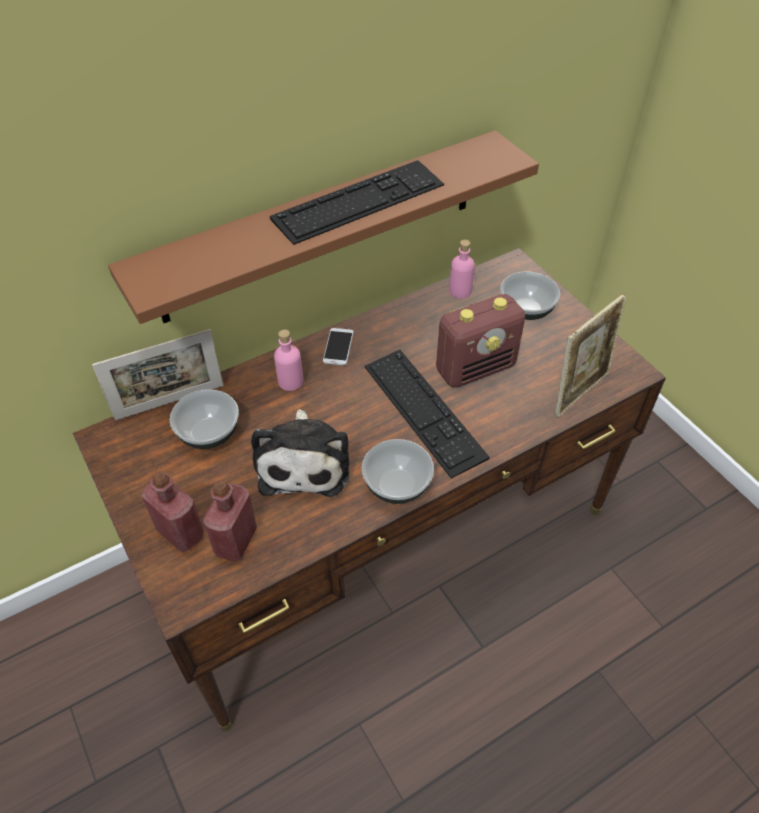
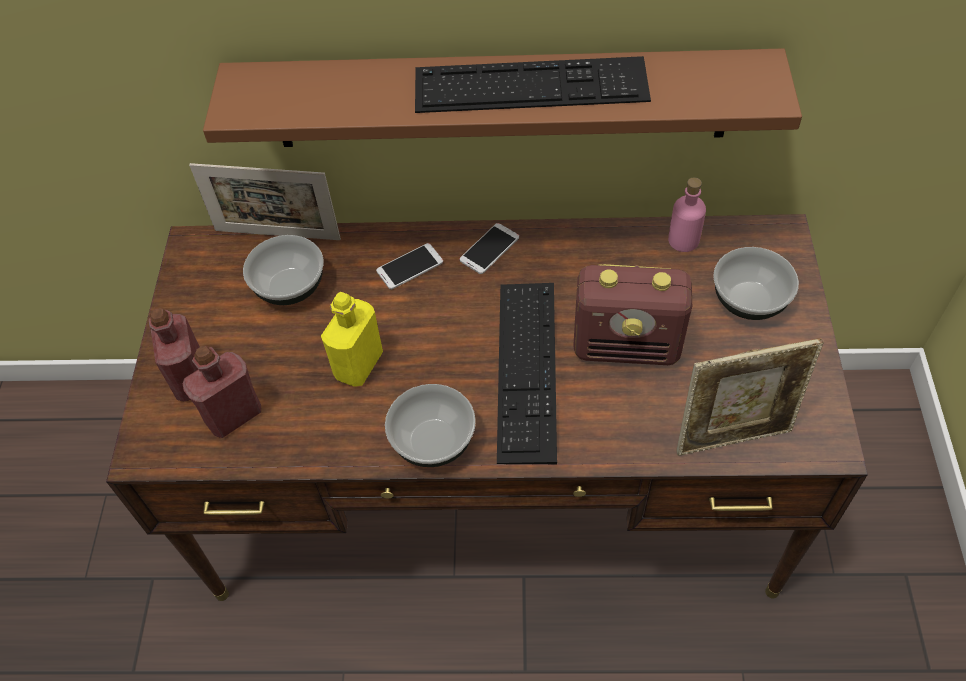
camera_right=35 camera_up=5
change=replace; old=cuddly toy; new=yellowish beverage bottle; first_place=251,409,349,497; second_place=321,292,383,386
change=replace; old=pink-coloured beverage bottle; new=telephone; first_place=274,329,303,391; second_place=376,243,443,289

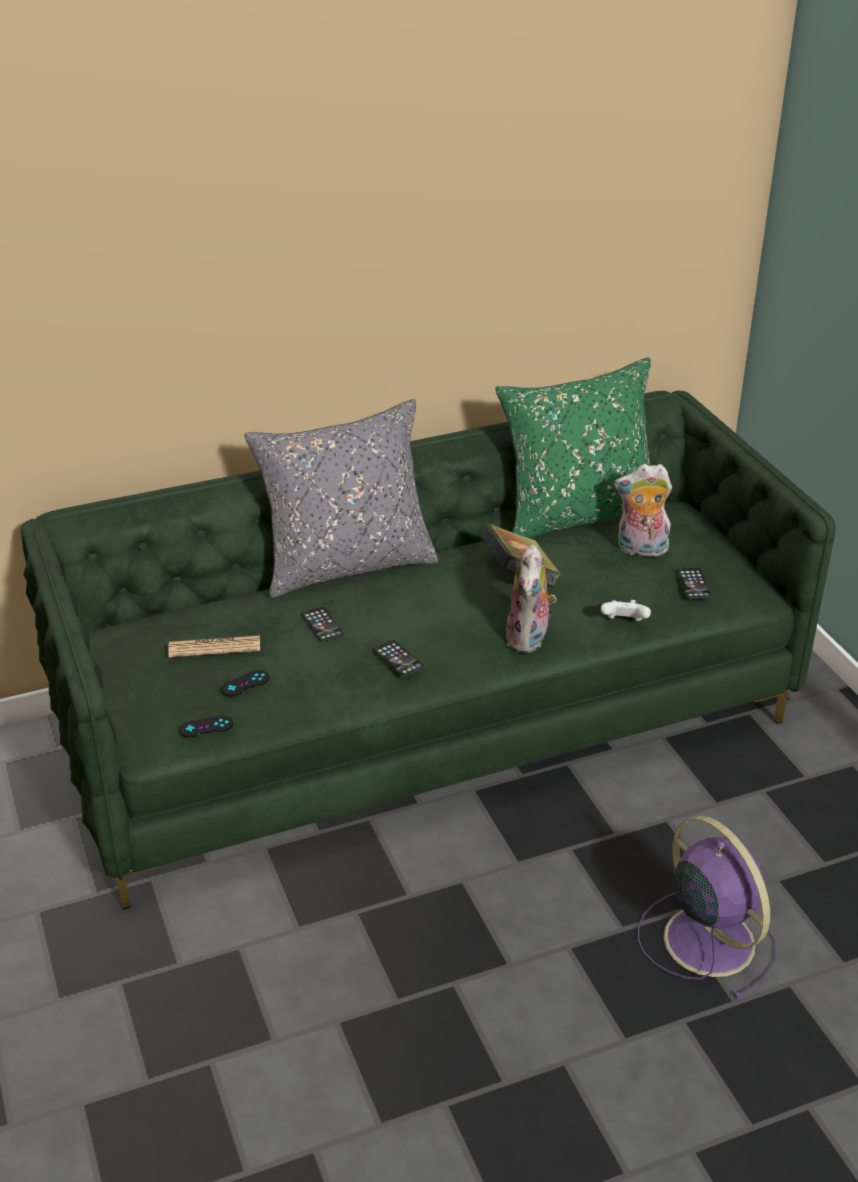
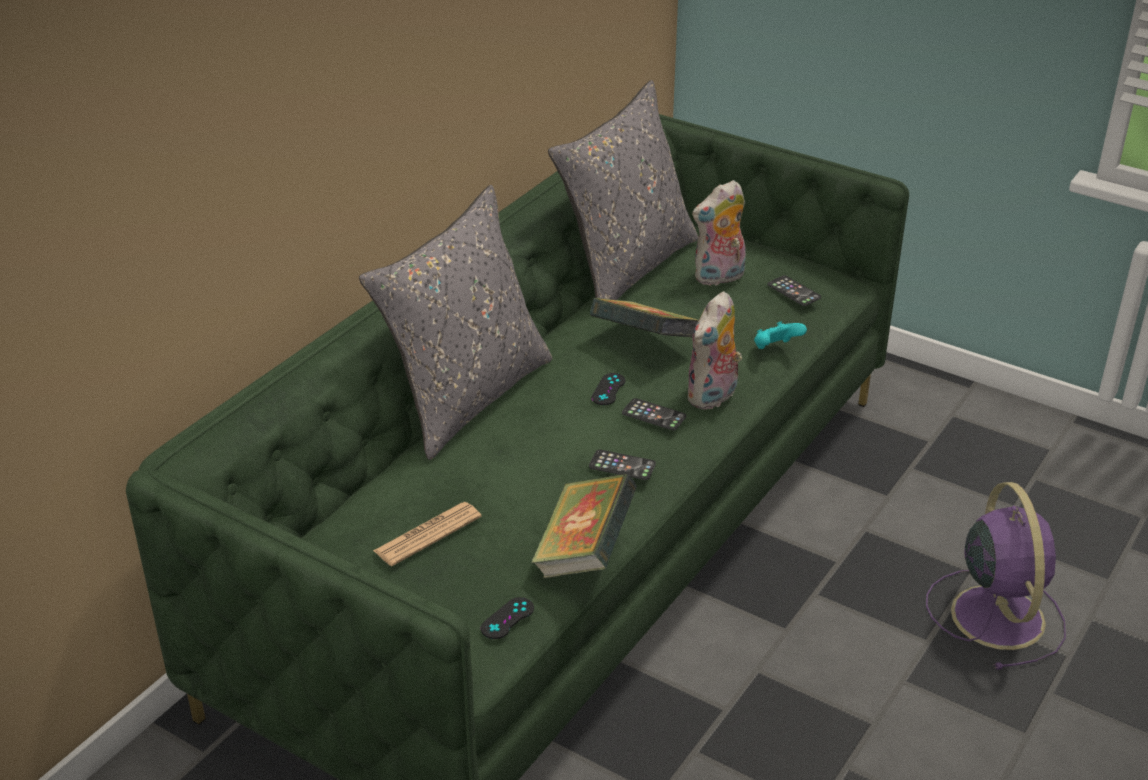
camera_right=-35 camera_up=0
change=insert; new=bound book; second_place=531,473,637,578
change=recolor; old=greenish throw pillow; new=greyish throw pillow; first_place=495,357,651,538; second_place=548,80,698,300
change=move; old=black game controller; first_place=221,670,270,696; second_place=592,373,625,405
change=move; old=telephone; first_place=301,607,344,642; second_place=622,398,686,430
change=rotate; old=cuddly toy; first_place=506,545,557,653; second_place=687,291,742,410; degrees=60
change=recolor; old=whitish game controller; new=blue-green game controller; first_place=601,600,651,621; second_place=754,322,807,349
change=rotate; old=purplish electric fan; first_place=638,815,776,999; second_place=926,482,1066,670; degrees=60

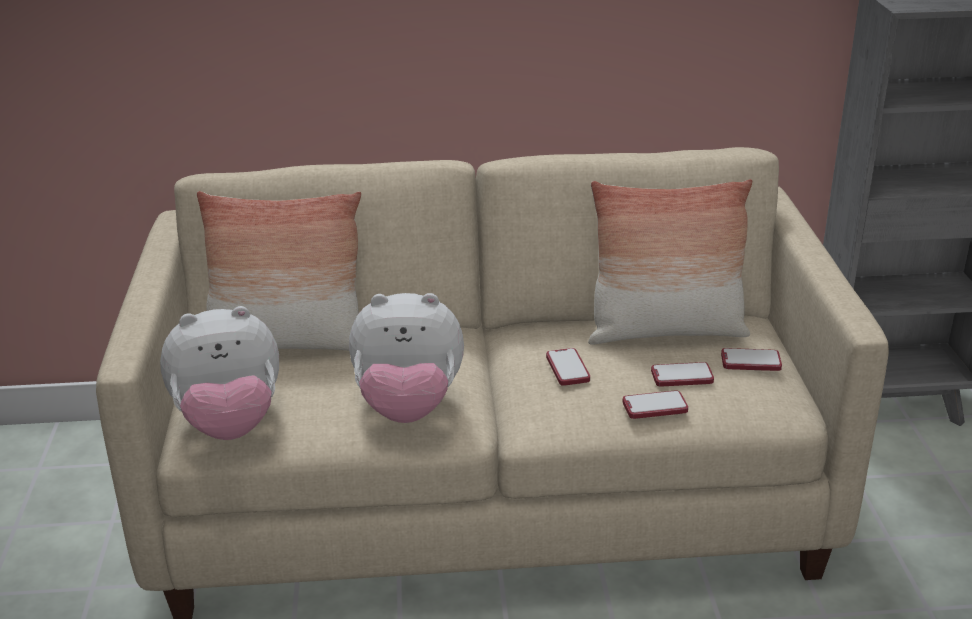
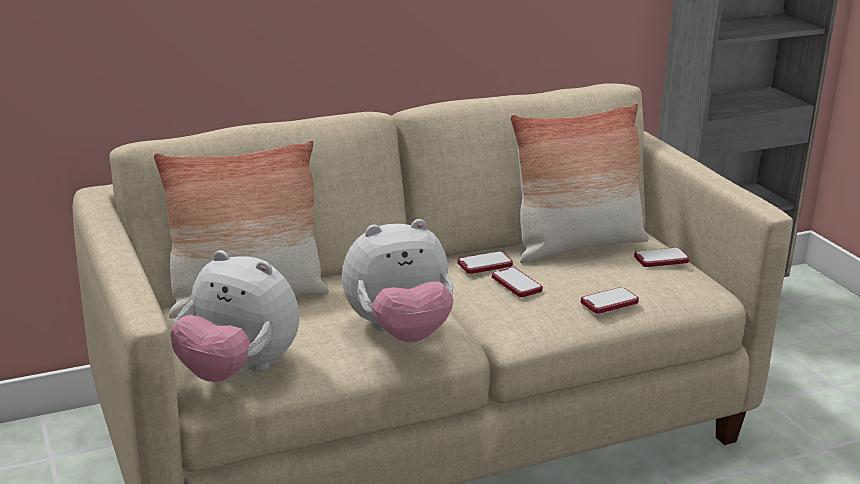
camera_right=-20 camera_up=-5
change=rotate; old=cuddly toy; first_place=160,306,279,440; second_place=170,250,299,382; degrees=60
change=move; old=telephone; first_place=651,362,714,386; second_place=458,251,513,274

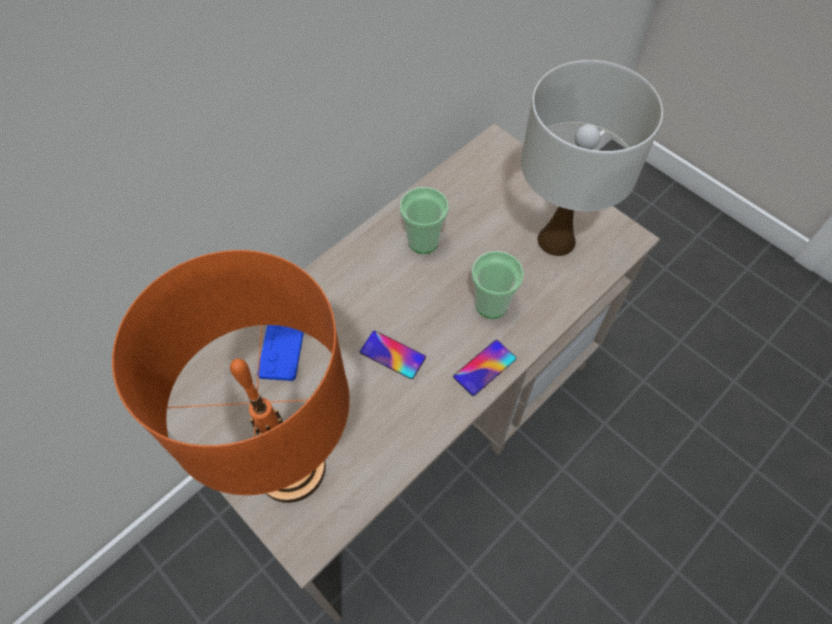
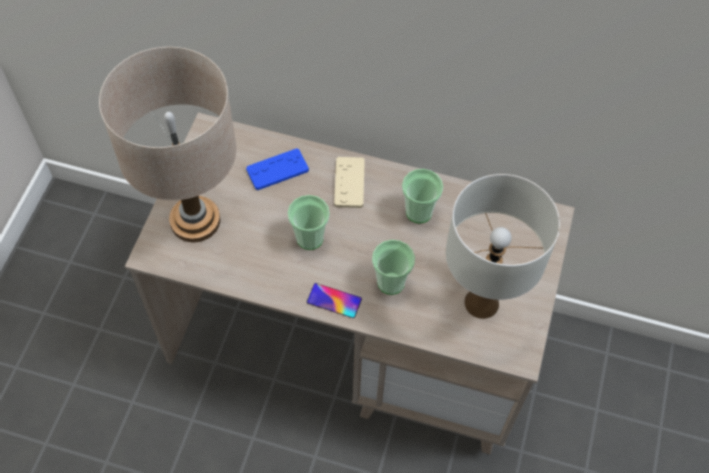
camera_right=60 camera_up=0
change=recolor; old=orange-coloured tabletop lamp; new=sand-coloured tabletop lamp; first_place=112,250,350,503; second_place=99,47,237,242
change=replace; old=telephone; new=cup; first_place=360,331,426,379; second_place=288,195,330,250
change=insert; new=sand-coloured game controller; second_place=334,157,365,208

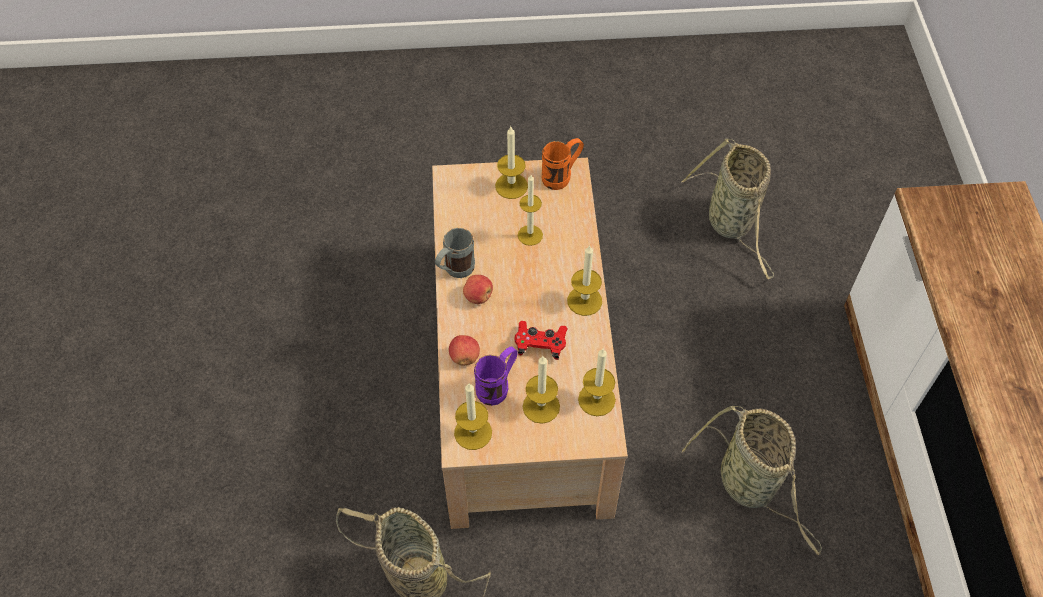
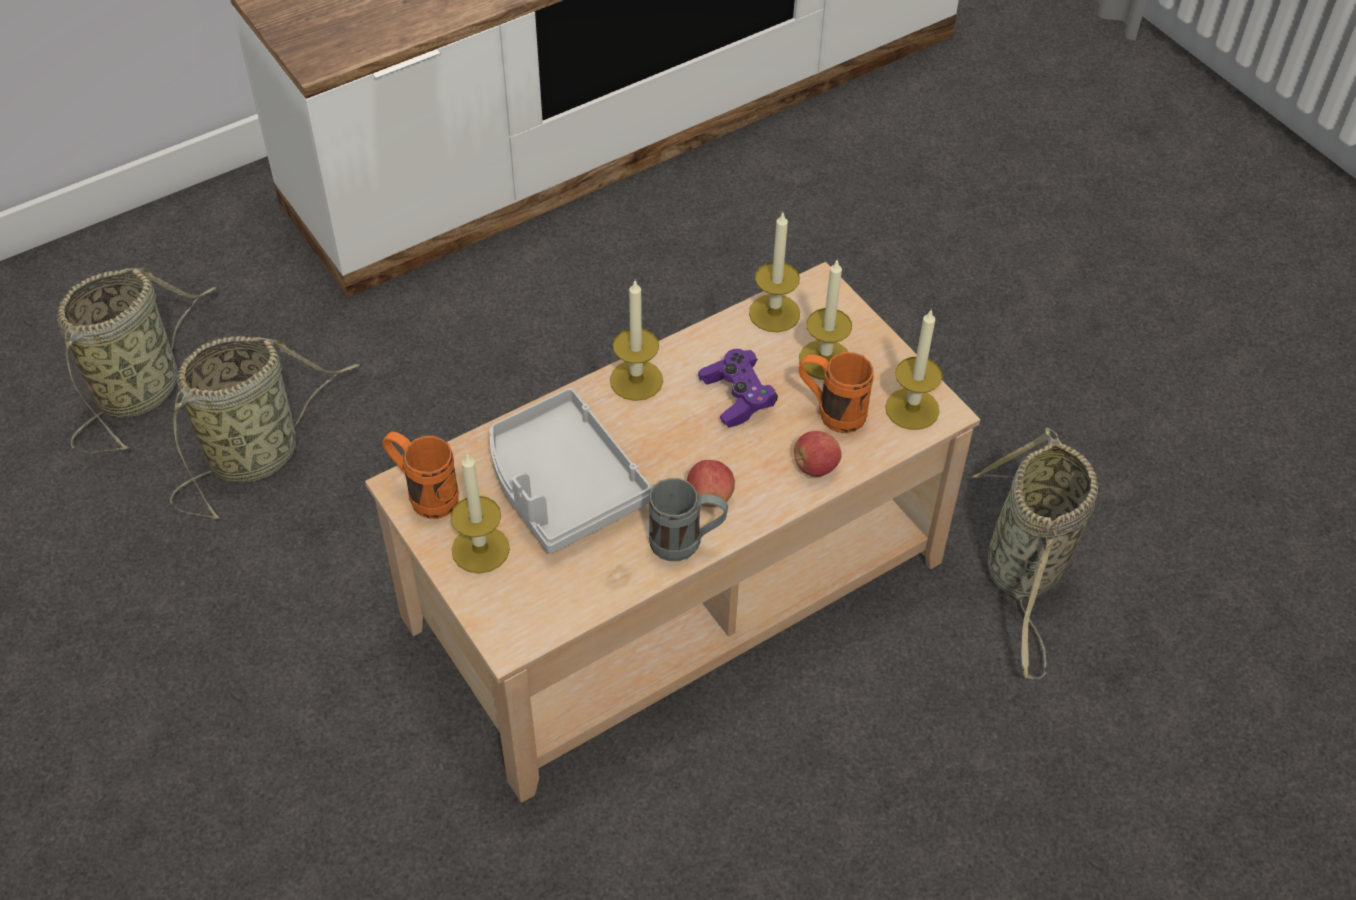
camera_right=-120 camera_up=-5
change=move; old=household basket; first_place=682,406,822,555; second_place=57,268,217,453
change=replace; old=wax candle; new=greyish tray; first_place=518,175,543,246; second_place=490,388,652,553
change=recolor; old=red-coloured game controller; new=purplish game controller; first_place=514,321,568,360; second_place=698,349,778,428
change=recolor; old=purplish tea mug; new=orange-coloured tea mug; first_place=474,347,518,406; second_place=799,352,873,433

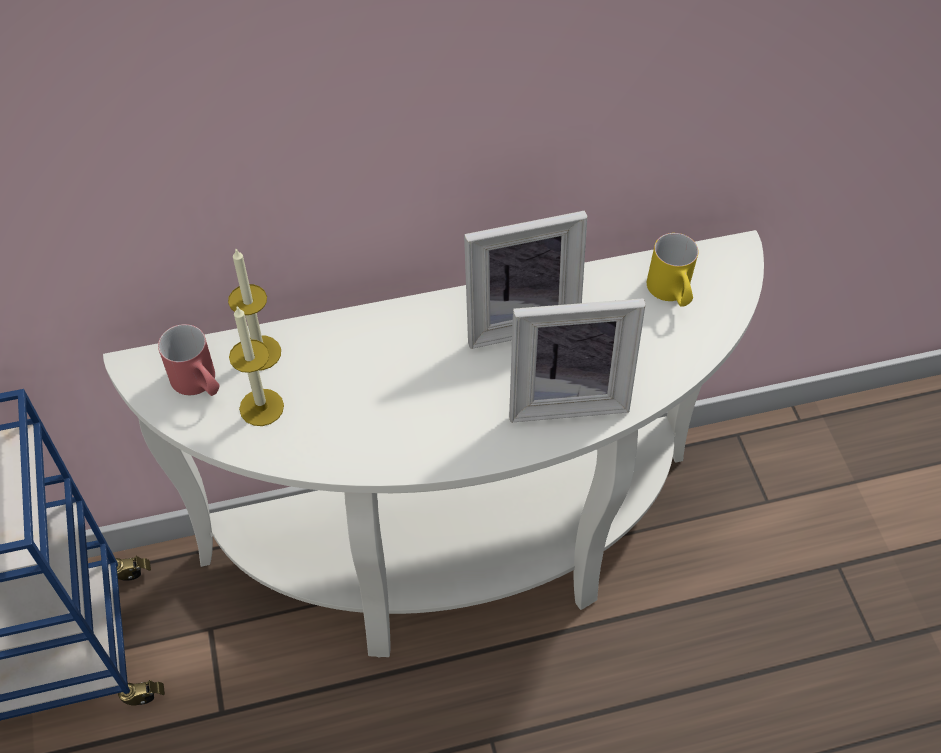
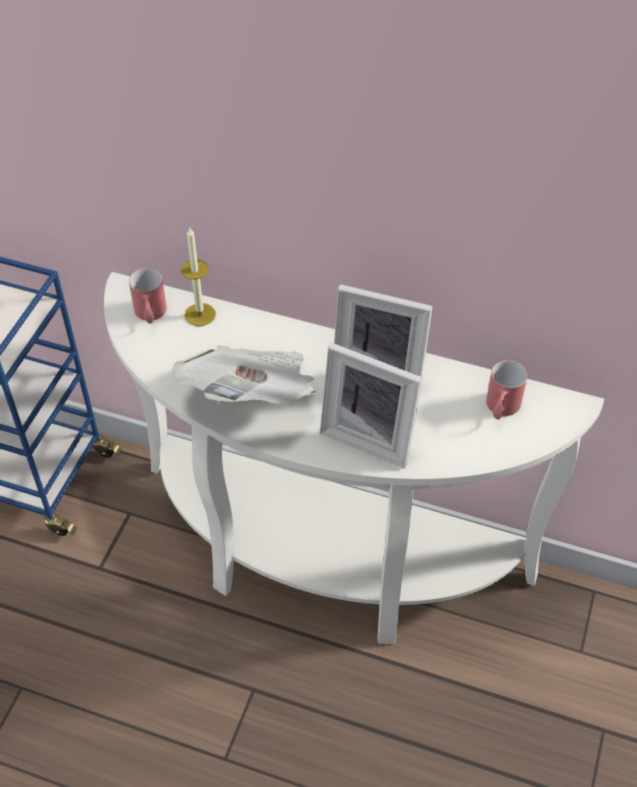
camera_right=35 camera_up=-5
change=insert; new=newspaper; second_place=172,345,316,404
change=recolor; old=yellowish tea mug; new=red-coloured tea mug; first_place=647,233,698,307; second_place=486,360,528,419
change=delete; old=wax candle; first_place=229,306,284,426

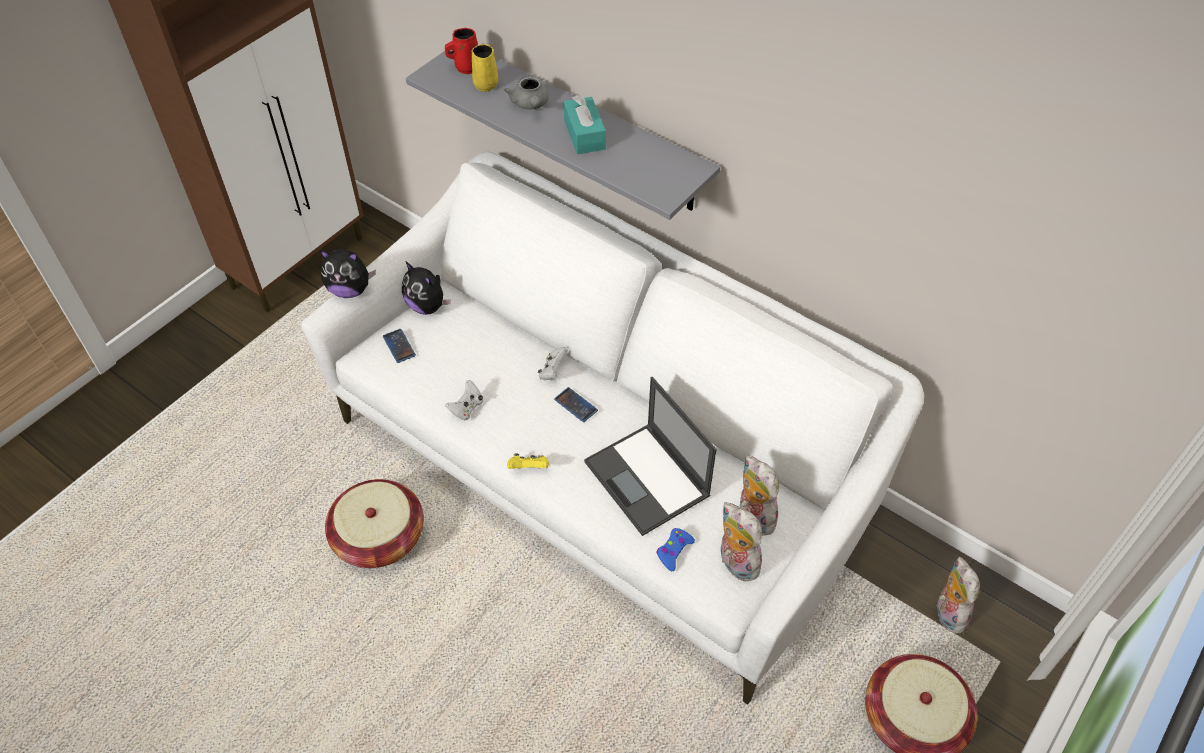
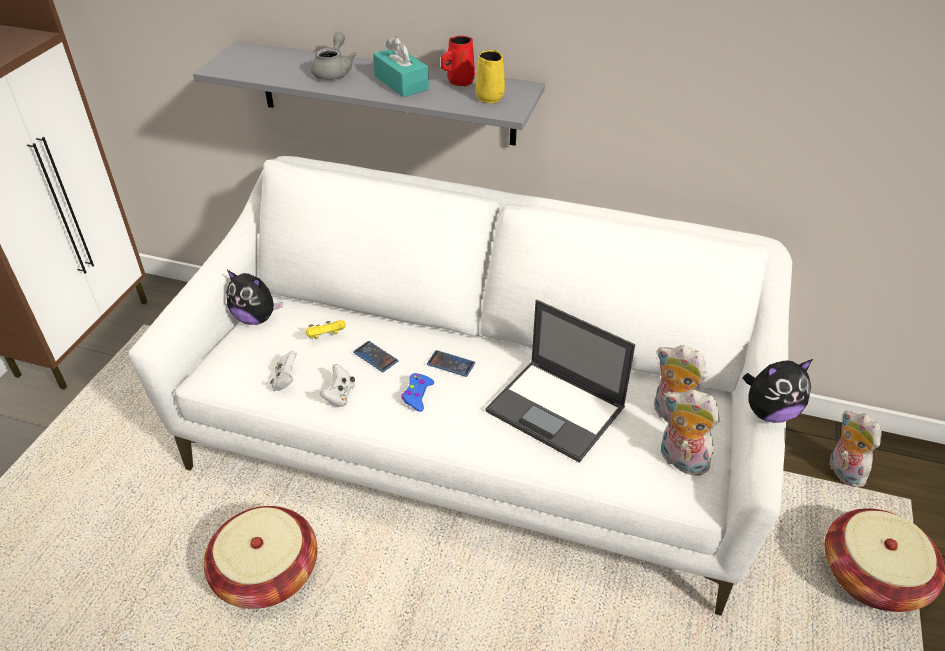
camera_right=-20 camera_up=-10
change=move; old=whitish game controller; first_place=538,347,568,380; second_place=270,350,298,391
change=move; old=yellowish game controller; first_place=507,453,549,469; second_place=306,320,346,339
change=rotate; old=greyish tea pot; first_place=504,75,549,110; second_place=311,32,357,80; degrees=-135
change=move; old=telephone; first_place=383,329,416,363; second_place=353,341,398,372
change=move; old=blue-coloured game controller; first_place=657,528,695,571; second_place=401,373,434,412
change=move; old=red-coloured tea mug; first_place=445,28,478,74; second_place=441,36,475,86
change=move; old=yellowish tea mug; first_place=472,44,498,92; second_place=476,50,505,103
change=move; old=cuddly toy; first_place=320,249,376,298; second_place=743,359,813,423

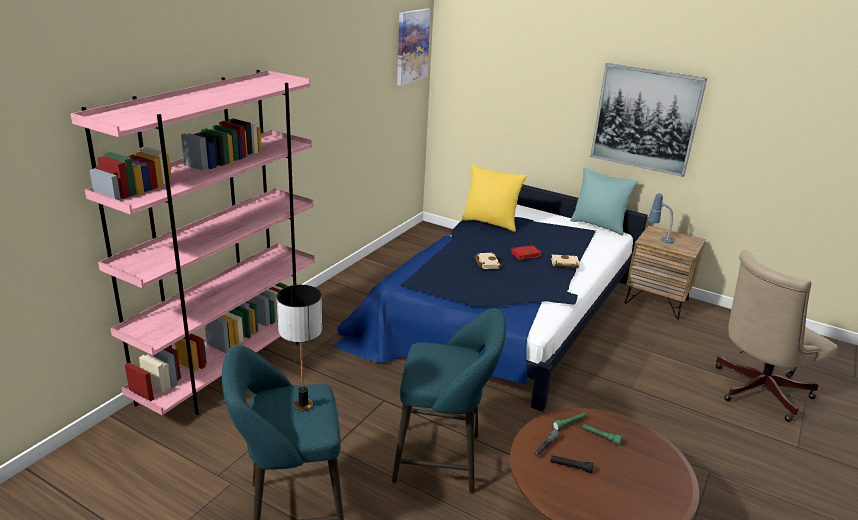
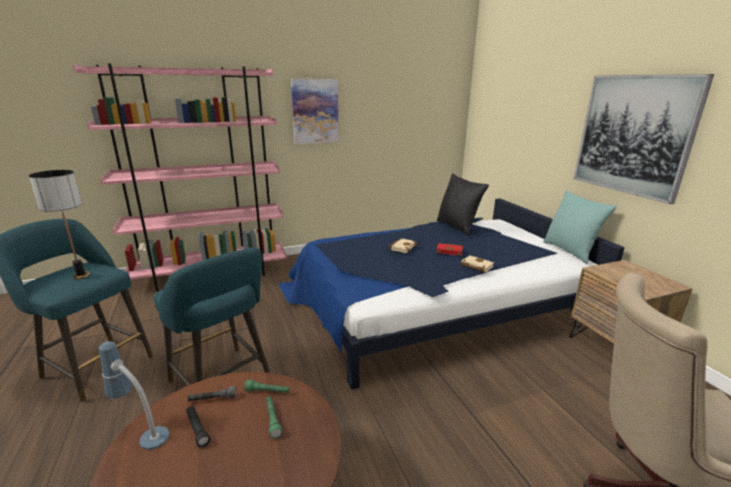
camera_right=40 camera_up=-5
change=move; old=tabletop lamp; first_place=648,193,675,244; second_place=99,341,169,450
change=move; old=wall art; first_place=397,8,431,86; second_place=291,79,339,144
change=recolor; old=yellowish throw pillow; new=black throw pillow; first_place=462,164,527,232; second_place=437,173,489,236

